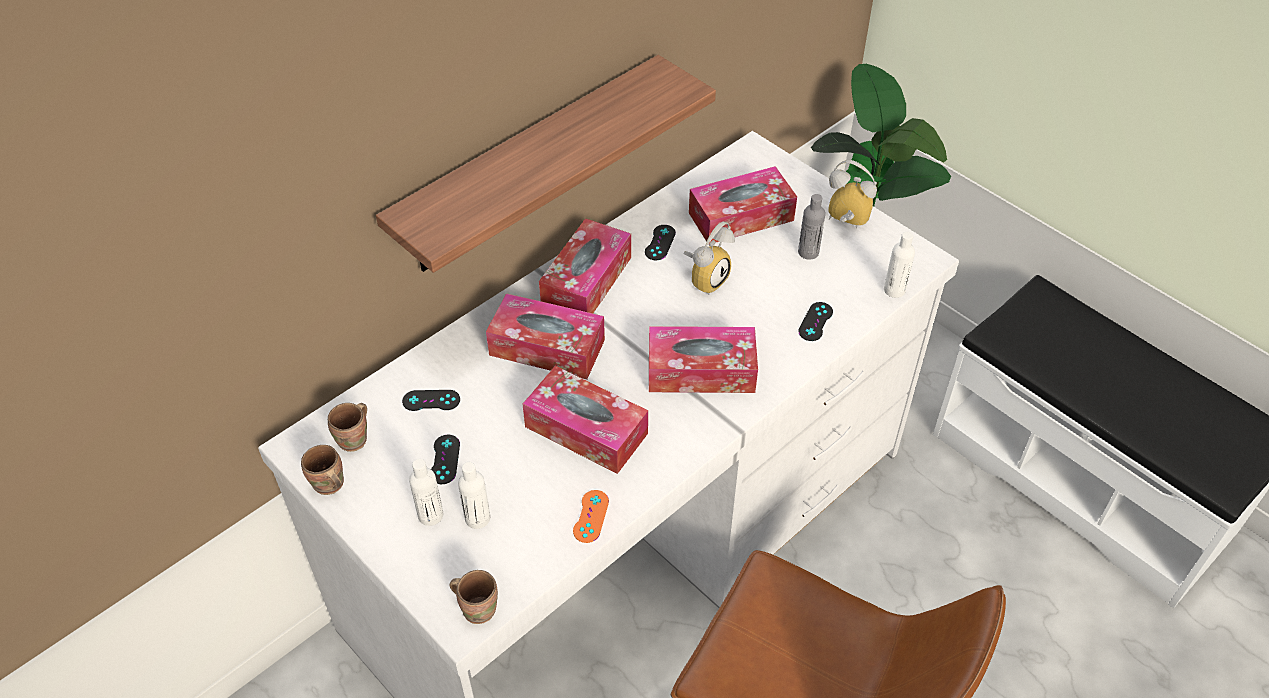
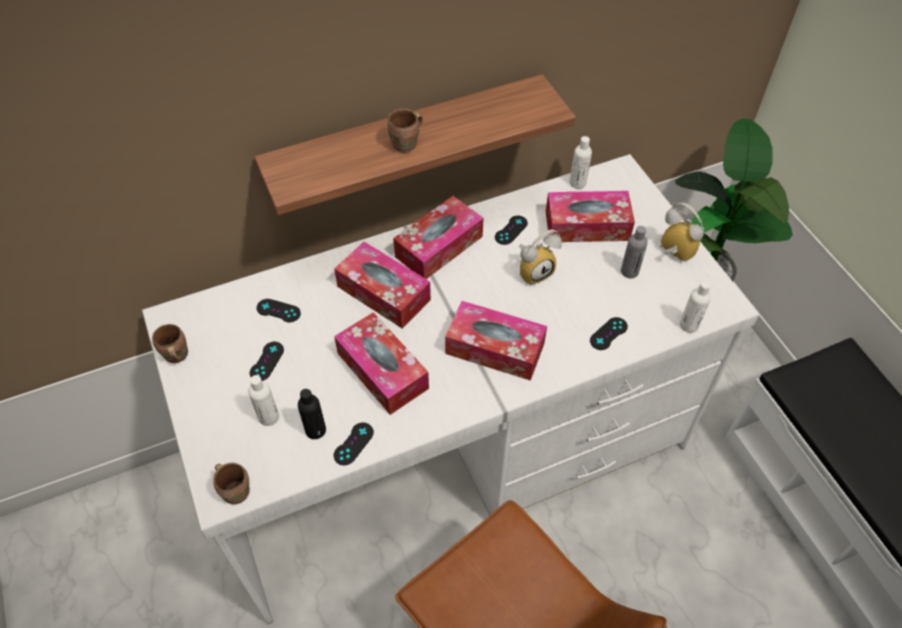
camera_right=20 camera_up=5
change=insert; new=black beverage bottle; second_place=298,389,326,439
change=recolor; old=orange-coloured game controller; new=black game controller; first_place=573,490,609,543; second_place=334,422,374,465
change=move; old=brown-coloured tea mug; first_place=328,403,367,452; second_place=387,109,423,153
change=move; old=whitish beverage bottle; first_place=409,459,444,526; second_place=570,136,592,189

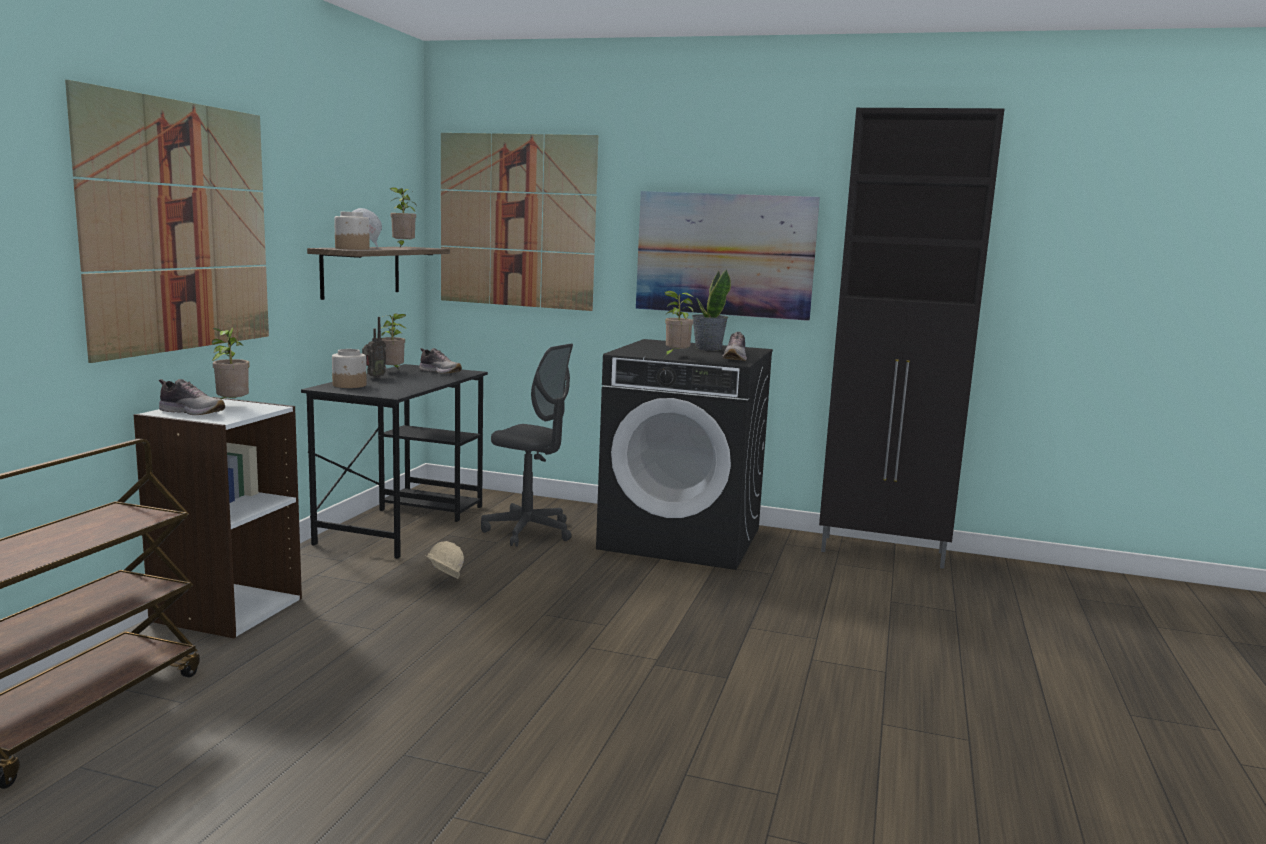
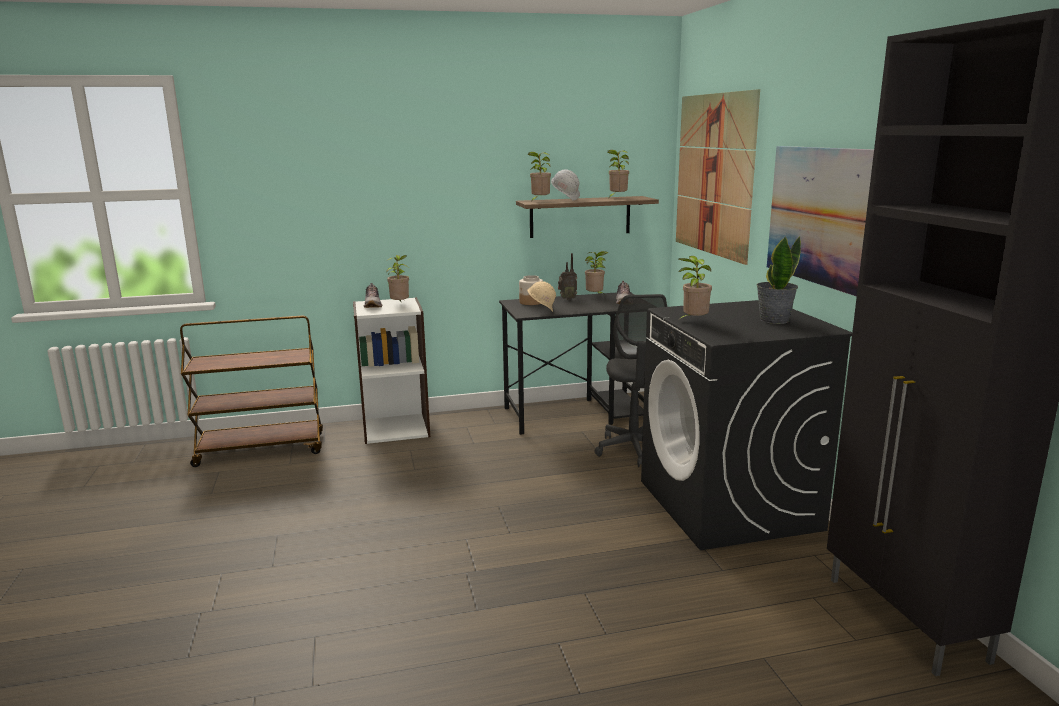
camera_right=60 camera_up=5
change=move; old=sand-coloured hard hat; first_place=426,541,464,579; second_place=527,281,556,312
change=replace; old=preserve jar; new=potted plant; first_place=334,211,370,250; second_place=528,152,551,203
change=delete; old=wall art; first_place=65,80,269,363
change=delete; old=shoe; first_place=722,332,747,361

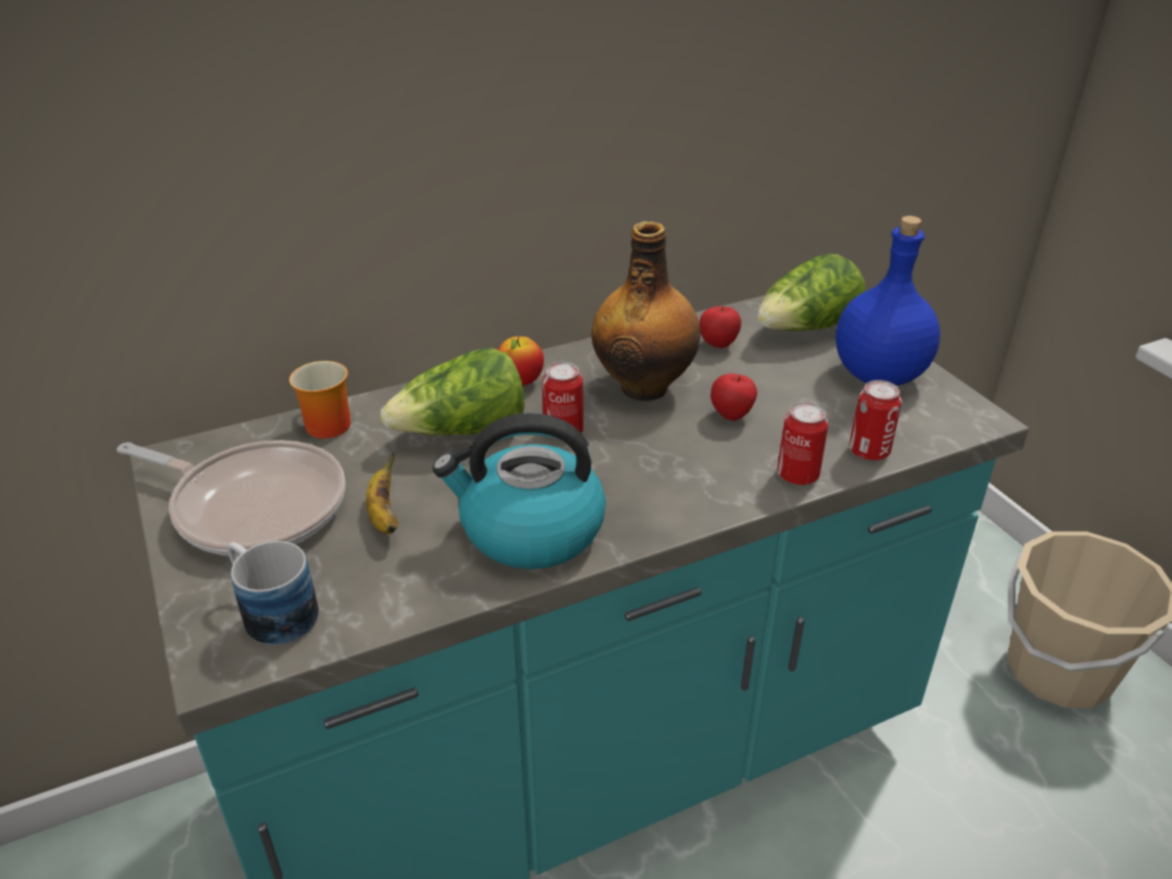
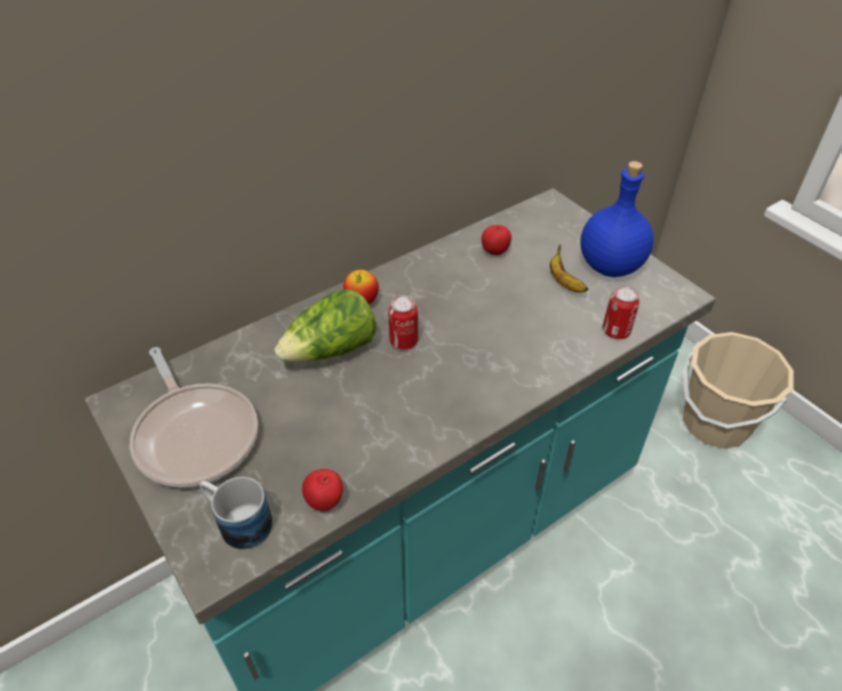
camera_right=-10 camera_up=10
change=rotate; old=skillet; first_place=117,440,345,557; second_place=130,347,258,488; degrees=45
change=move; old=apple fruit; first_place=711,373,757,421; second_place=302,469,343,511
change=move; old=whole banana; first_place=366,452,398,534; second_place=550,244,589,293
change=delete; old=tea mug; first_place=289,361,351,439
change=delete; old=water kettle; first_place=433,413,606,569
change=delete; old=beverage bottle; first_place=591,221,700,401
change=delete; old=head of lettuce; first_place=757,254,866,331
change=delete; old=metal can; first_place=777,402,828,485

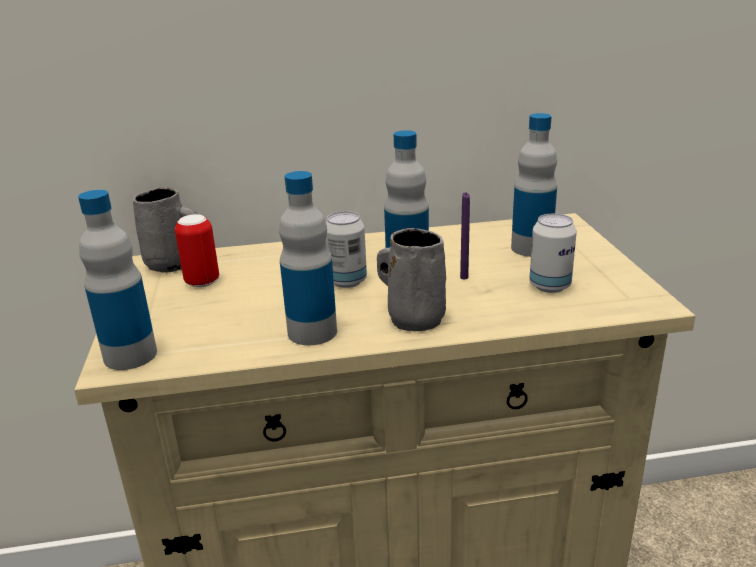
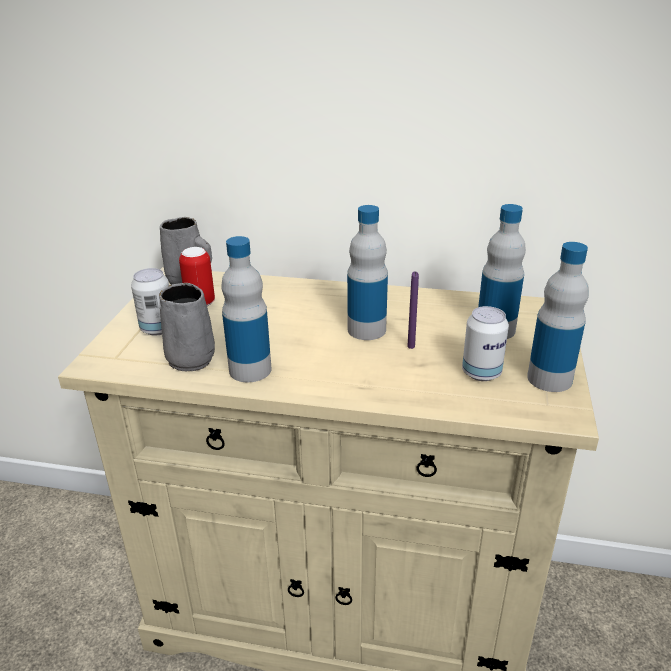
camera_right=20 camera_up=5
change=move; old=metal can; first_place=326,211,367,288; second_place=131,268,169,336
change=move; old=greyish tea mug; first_place=377,228,446,331; second_place=159,283,215,371
change=move; old=beverage bottle; first_place=78,190,157,370; second_place=527,242,589,392

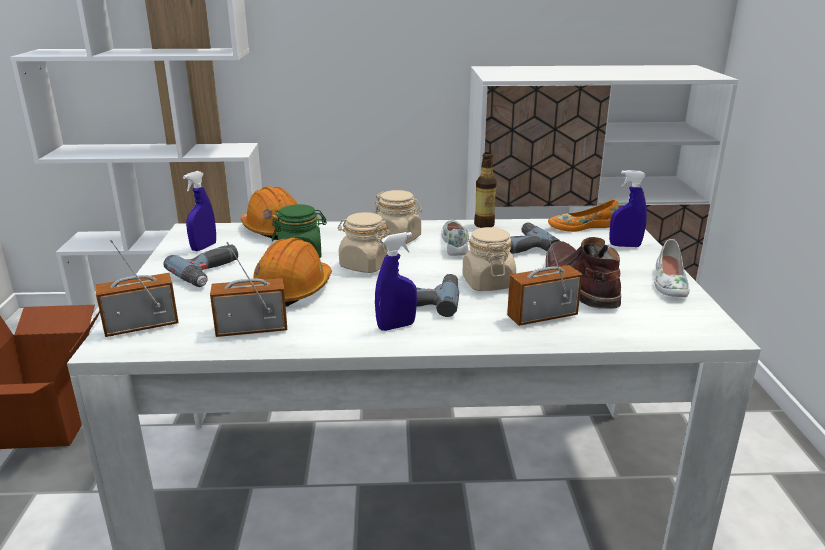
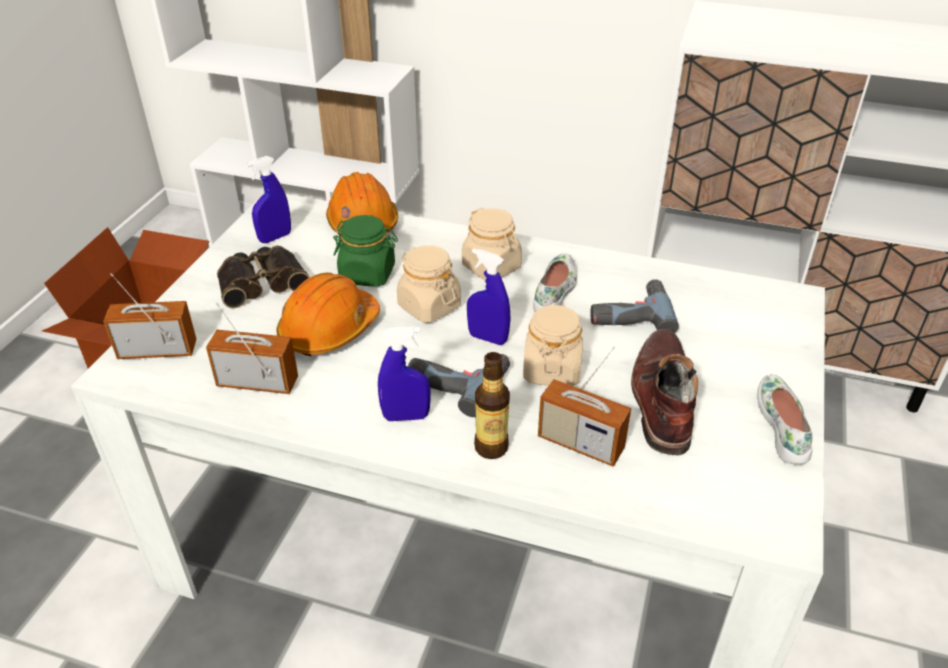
camera_right=20 camera_up=15
change=replace; old=electric drill; new=field glasses; first_place=163,244,238,287; second_place=217,246,310,309
change=move; old=blue-coloured spray bottle; first_place=609,170,647,247; second_place=467,249,511,345
change=move; old=beverage bottle; first_place=474,152,497,228; second_place=474,352,510,459
change=rotate; old=radio set; first_place=507,231,582,326; second_place=538,346,631,467; degrees=-150
change=rotate; old=whitish shoe; first_place=654,239,690,298; second_place=757,374,812,465; degrees=150
change=delete; old=orange-coloured shoe; first_place=548,200,619,232

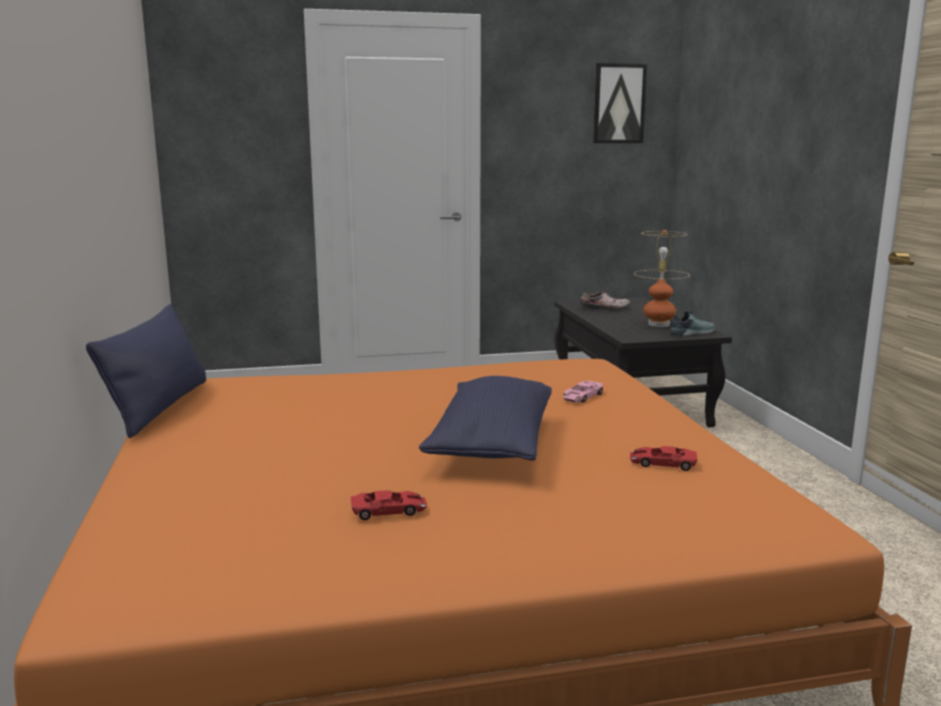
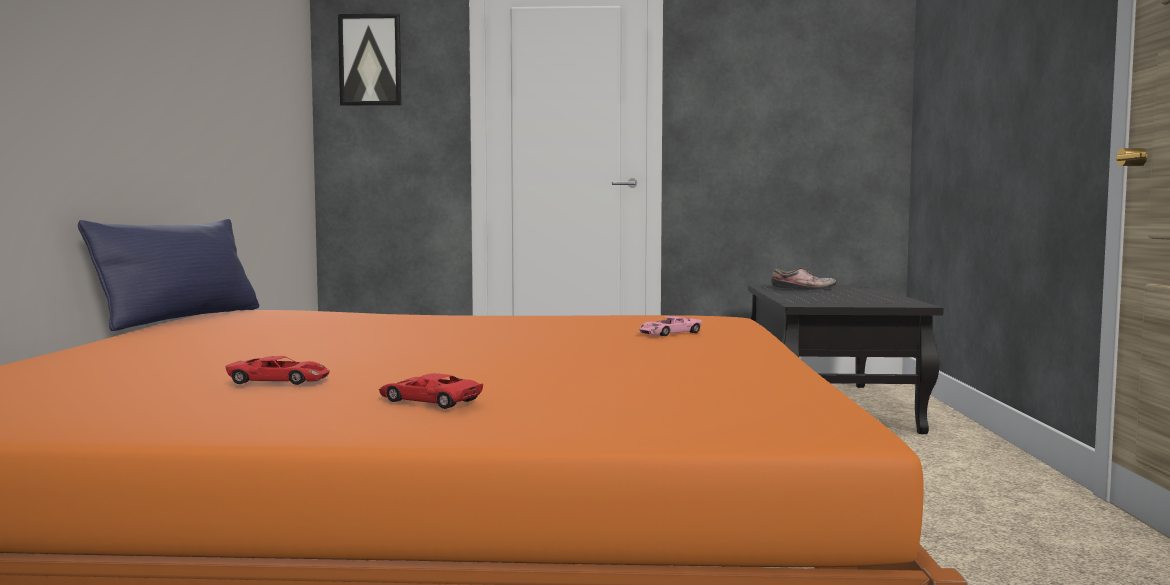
camera_right=15 camera_up=-10
change=move; old=wall art; first_place=593,63,647,143; second_place=338,13,402,106
change=move; old=red-coloured toy car; first_place=630,446,697,471; second_place=379,373,483,409
change=delete; old=blue-coloured throw pillow; first_place=419,376,552,461
change=delete; old=tabletop lamp; first_place=634,230,690,327
change=delete; old=shoe; first_place=670,310,715,336

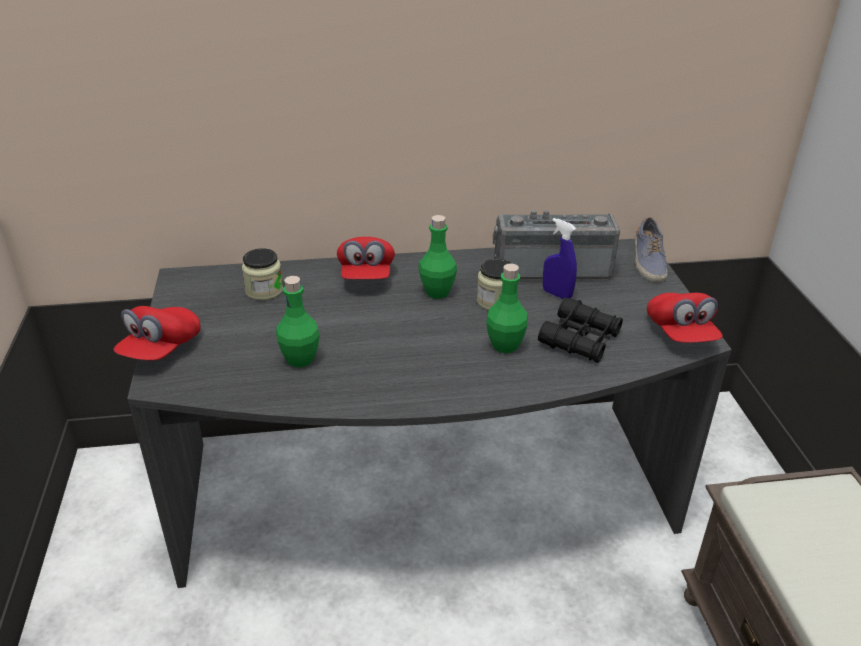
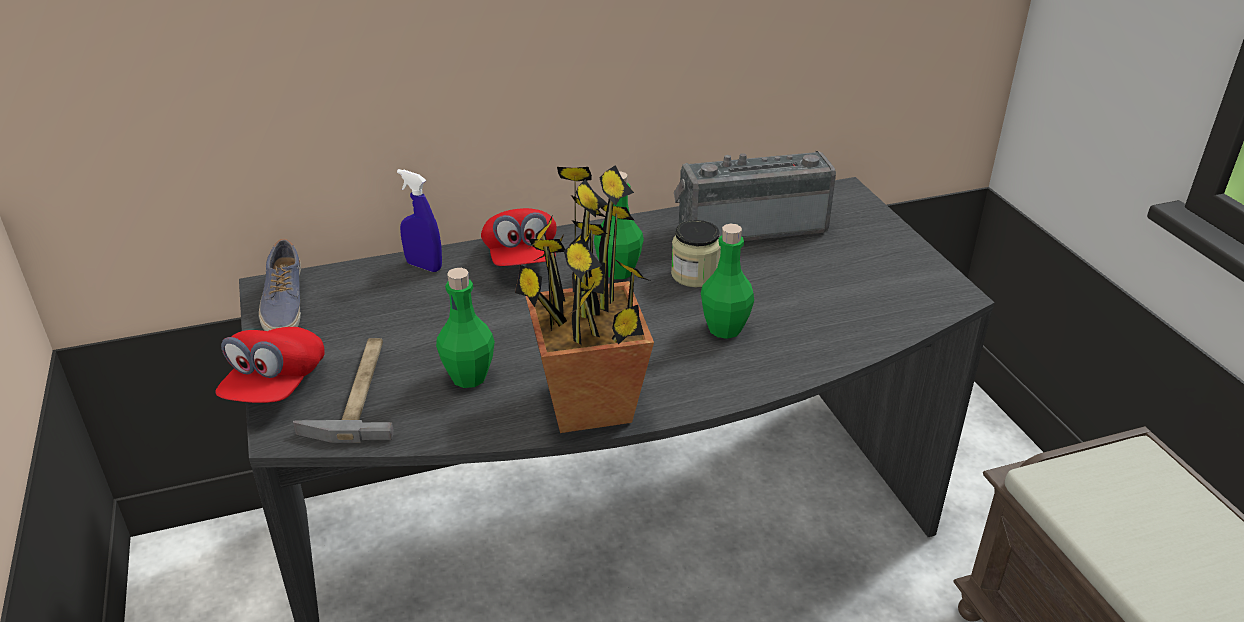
camera_right=-10 camera_up=0
change=move; old=shoe; first_place=635,217,667,282; second_place=259,239,301,331
change=insert; new=hammer; second_place=293,338,394,443
change=move; old=blue-coloured spray bottle; first_place=543,218,577,299; second_place=397,169,442,272
change=insert; new=potted plant; second_place=515,165,654,433
change=delete; old=preserve jar; first_place=242,248,283,300
change=delete; old=black field glasses; first_place=538,297,623,363
change=delete; old=red-coloured peaked cap; first_place=647,293,723,343

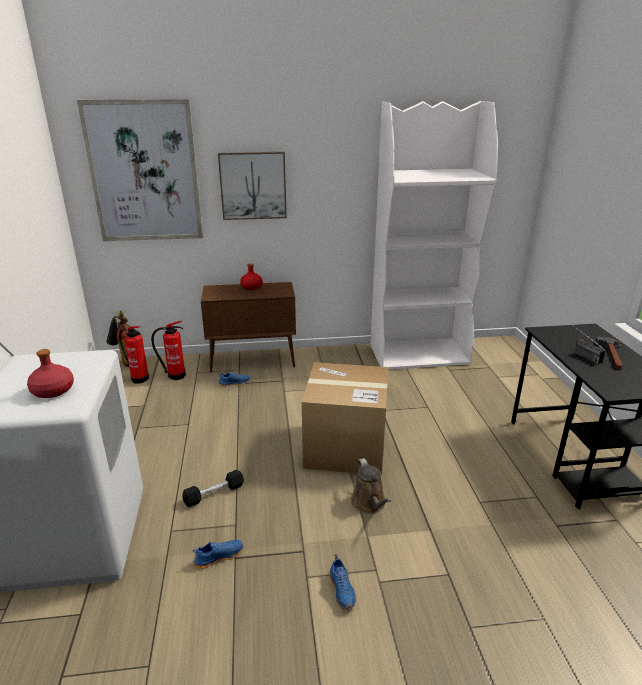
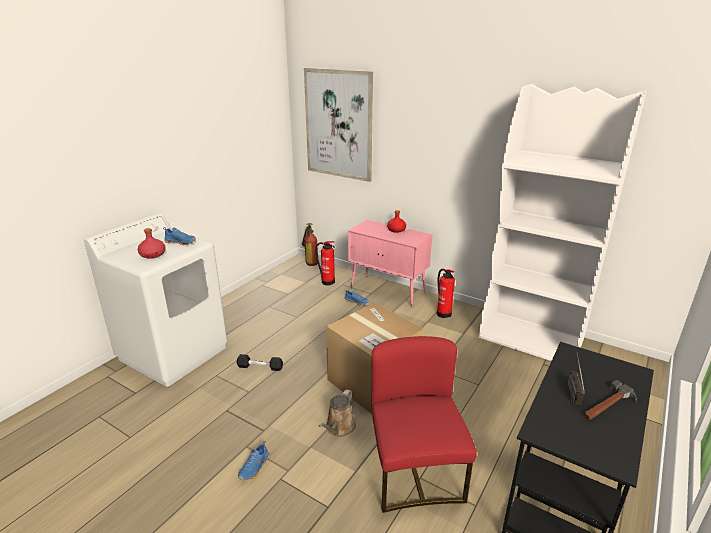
camera_right=40 camera_up=0
change=move; old=blue-coloured shoe; first_place=193,540,243,569; second_place=163,227,196,245
change=recolor; old=brown-coloured storage cabinet; new=pink-coloured storage cabinet; first_place=201,282,296,372; second_place=348,220,432,307
change=insert; new=red-coloured plain chair; second_place=371,336,477,513
change=move; old=extinguisher; first_place=119,326,149,384; second_place=437,269,455,318
change=delete; old=wall art; first_place=218,152,287,220

